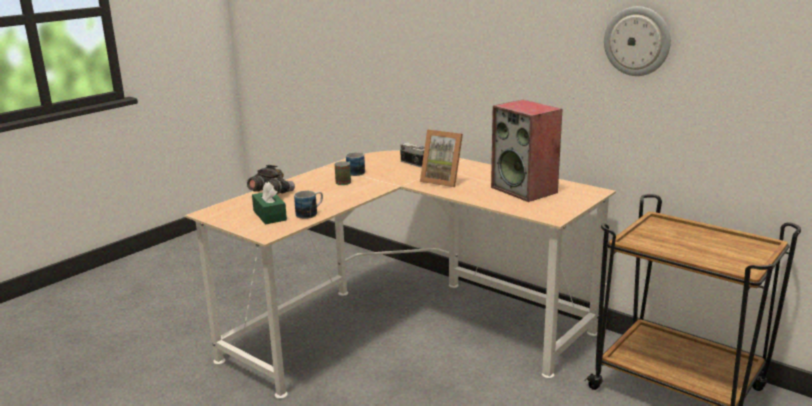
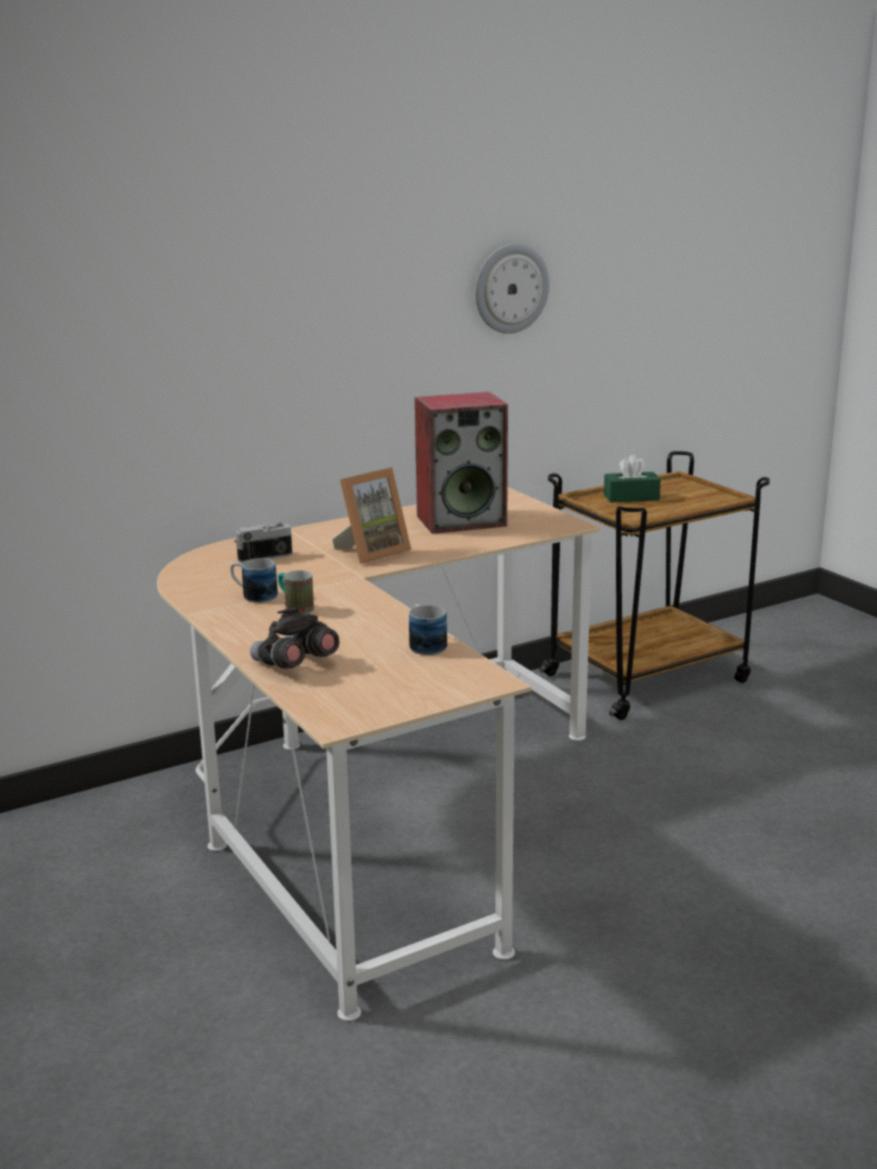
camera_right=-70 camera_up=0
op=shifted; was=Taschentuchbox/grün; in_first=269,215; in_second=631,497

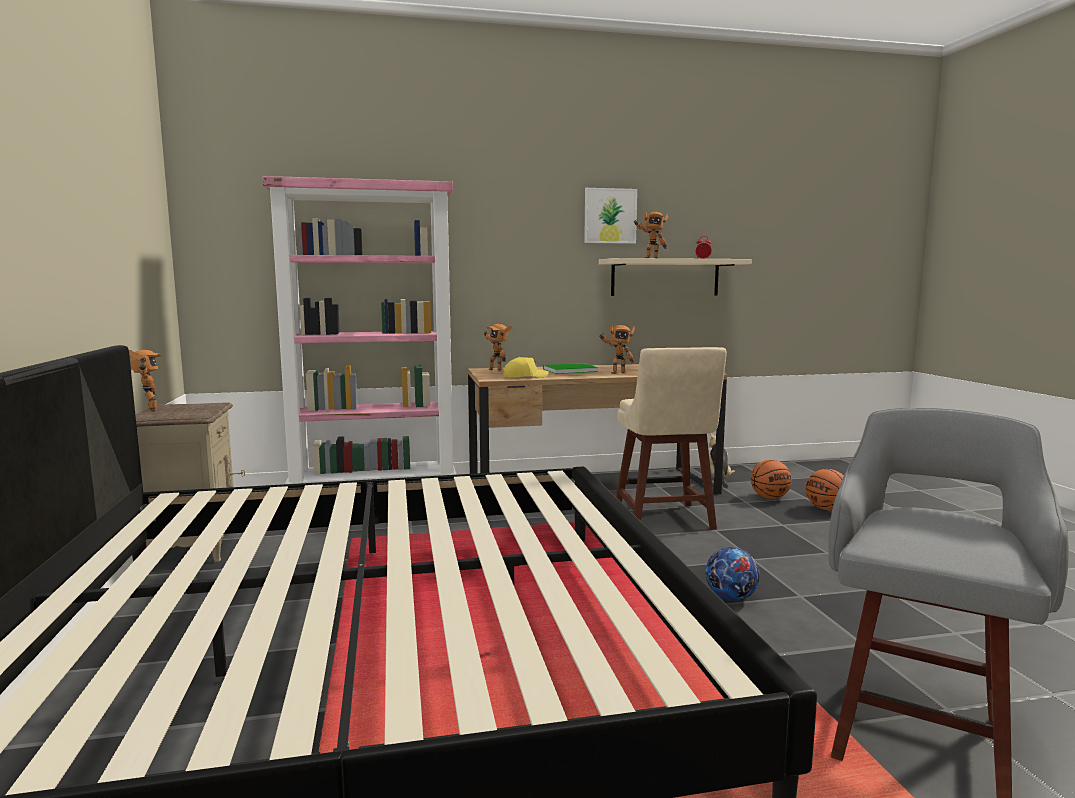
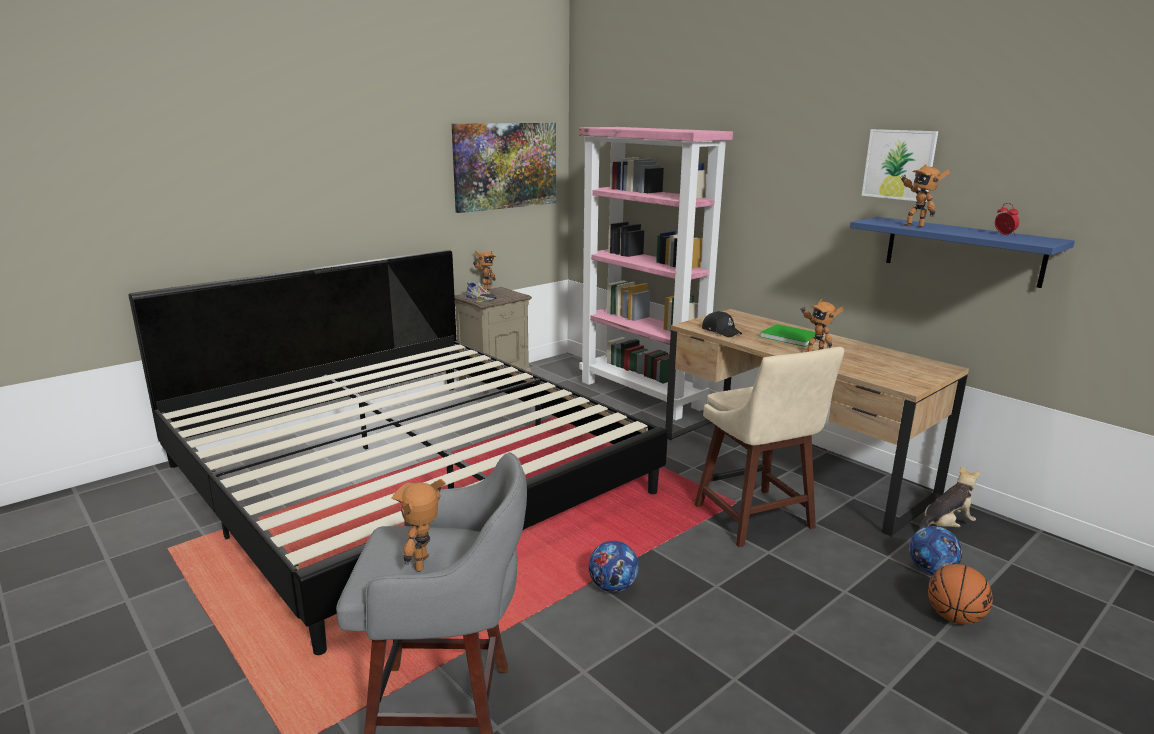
camera_right=60 camera_up=10
op=new; now=Bild; in_second=505,166
op=new; now=Schuh; in_second=481,298
op=shifted; was=Spielzeugroboter; in_first=496,369; in_second=426,564
op=swapped; was=Basketball; now=Fußball; in_first=769,497; in_second=931,570
op=repainted; was=Kappe/gelb; now=Kappe/schwarz; in_first=524,376; in_second=721,331
op=repainted; was=Wandregal/beige; now=Wandregal/blau; in_first=665,277; in_second=963,251
op=rotated; was=Stuhl/beige; in_first=664,520; in_second=756,520; clockwise=-75

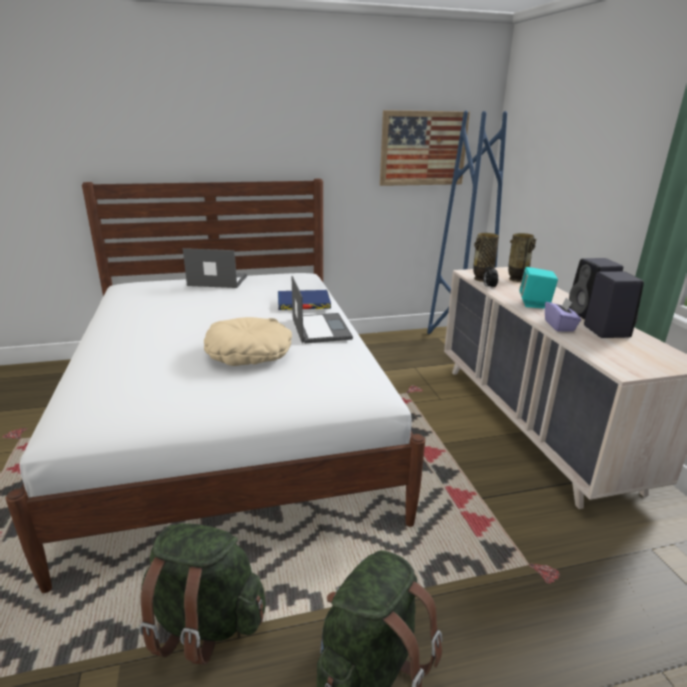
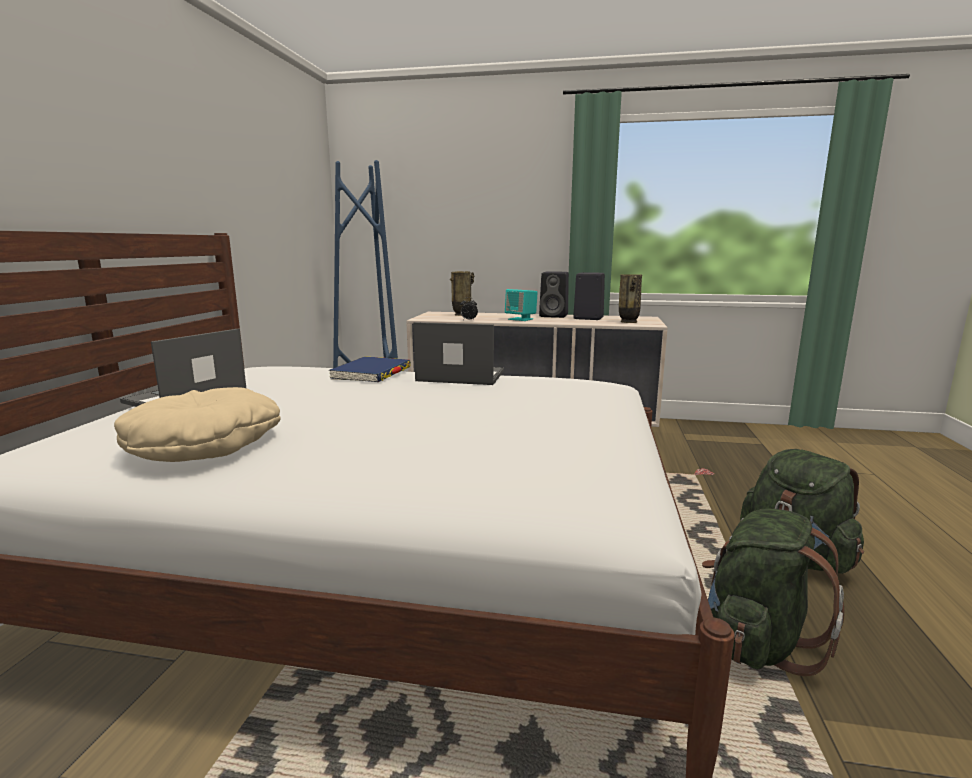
camera_right=-65 camera_up=-10
op=gone; was=Bild; in_first=423,148
op=gone; was=Taschentuchbox/lila; in_first=559,326
op=shifted; was=Kissen/beige; in_first=249,352; in_second=202,445
op=shifted; was=Vase; in_first=481,279; in_second=628,322

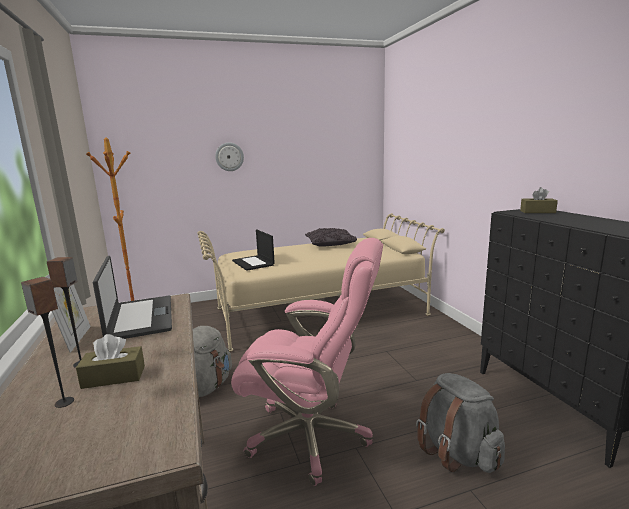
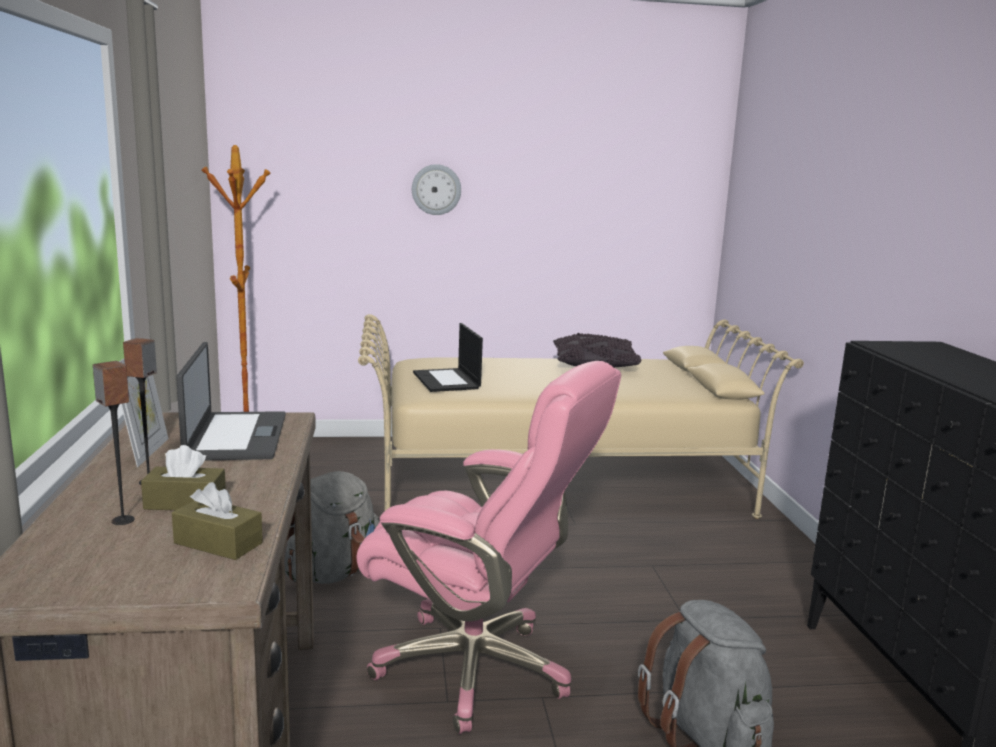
camera_right=10 camera_up=0
op=shifted; was=Taschentuchbox/braun; in_first=537,212; in_second=218,543

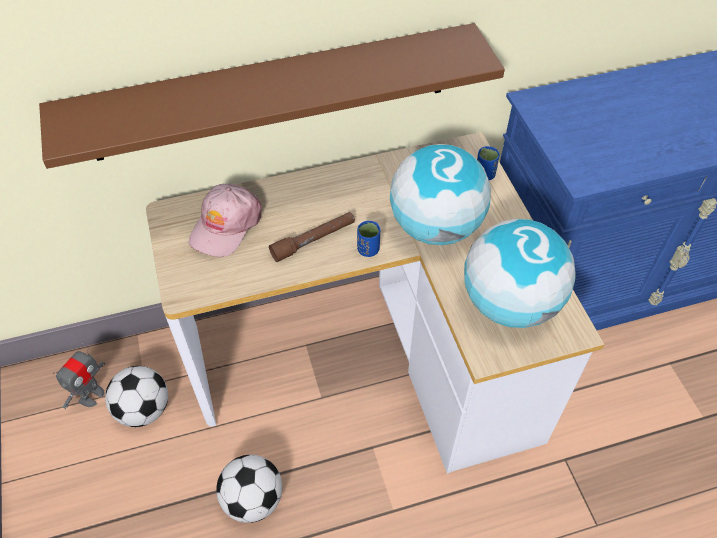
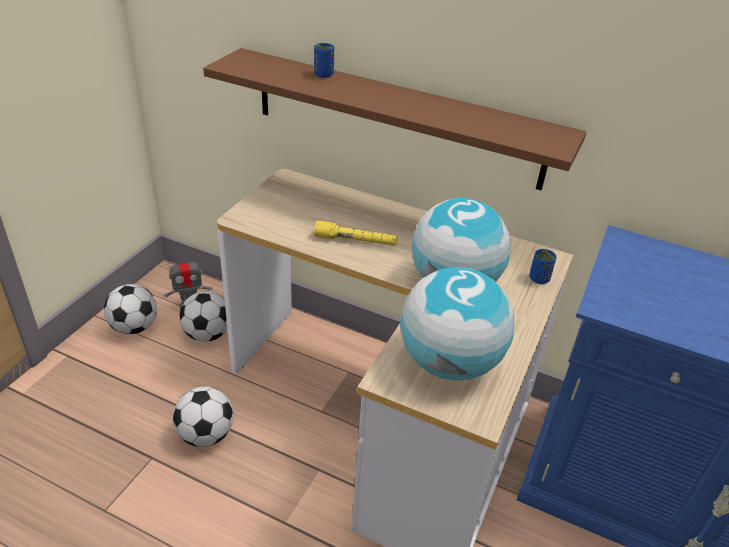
camera_right=40 camera_up=-15
op=gone; was=Kappe/rosa; in_first=225,225
op=new; now=Fußball; in_second=134,327
op=shifted; was=Tasse/blau; in_first=368,249; in_second=323,74
op=repainted; was=Taschenlampe/braun; now=Taschenlampe/gelb; in_first=314,240; in_second=355,241

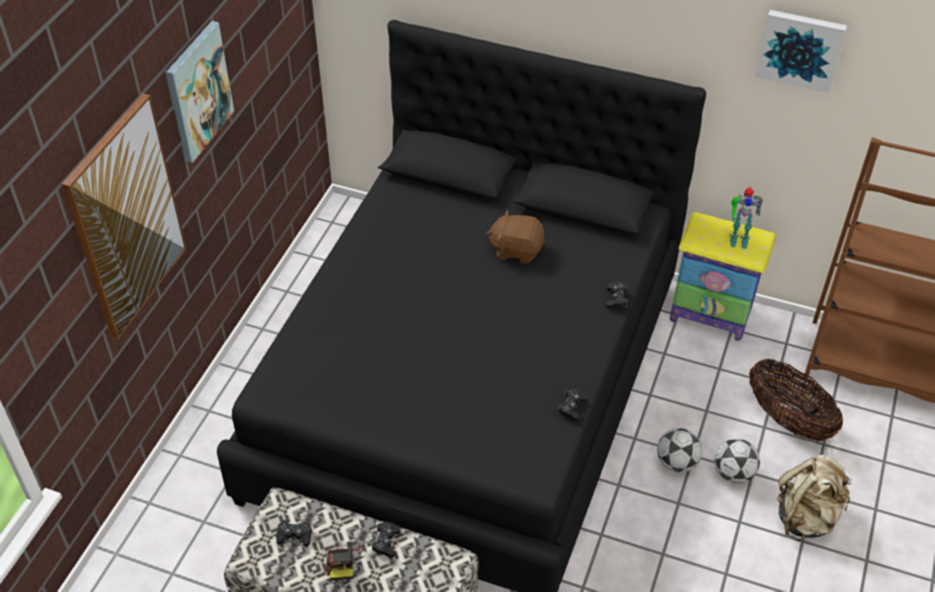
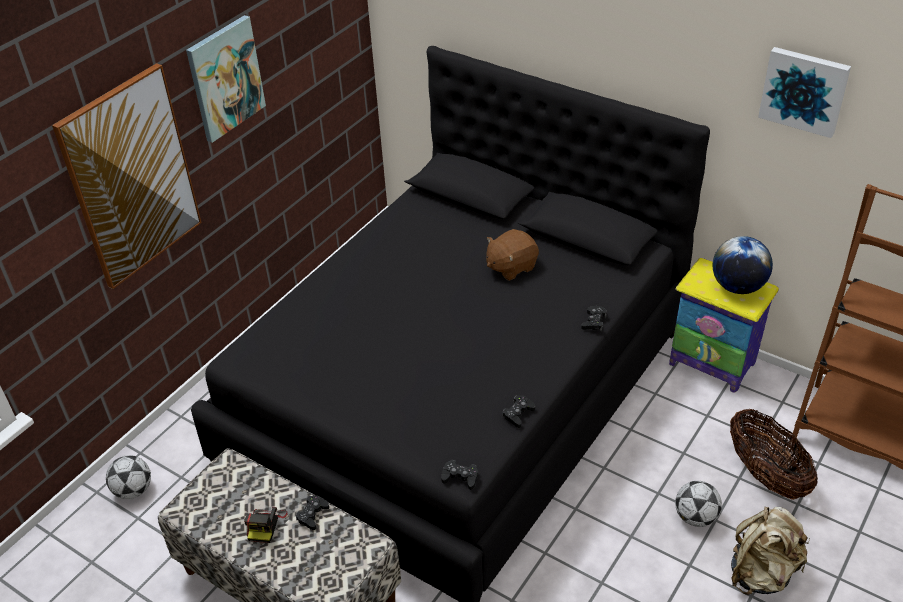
camera_right=15 camera_up=-5
op=shifted; was=Gamepad/schwarz; in_first=294,535; in_second=460,477
op=shifted; was=Fußball; in_first=676,463; in_second=133,490
op=swapped; was=Spielzeugroboter; now=Globus; in_first=738,239; in_second=737,287
op=rotated; was=Plüschtier/braun; in_first=516,250; in_second=511,267; clockwise=-60

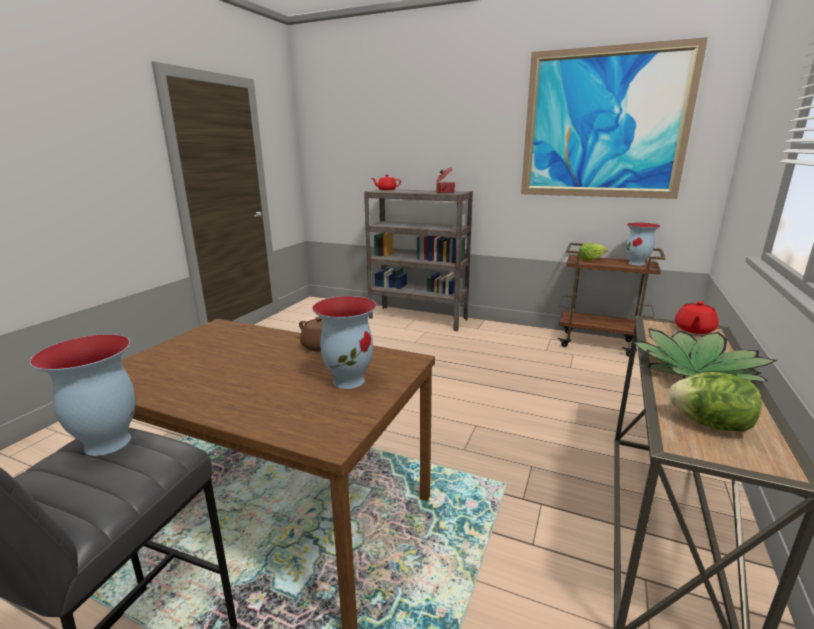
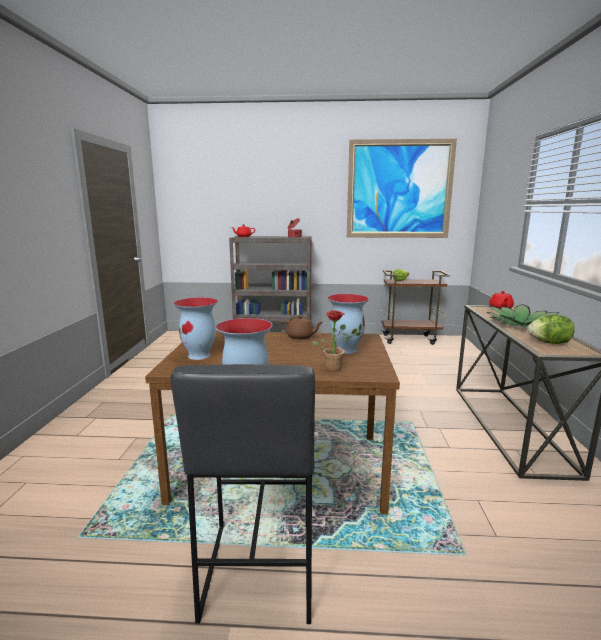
camera_right=-20 camera_up=-5
op=new; now=Topfpflanze; in_second=333,367
op=shifted; was=Vase; in_first=637,263; in_second=200,355

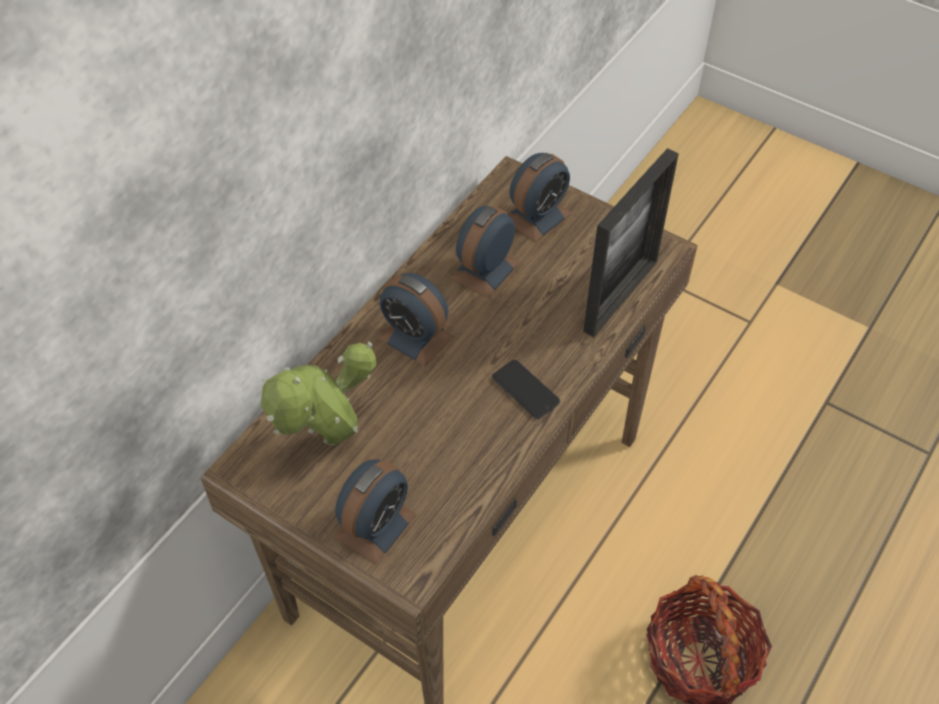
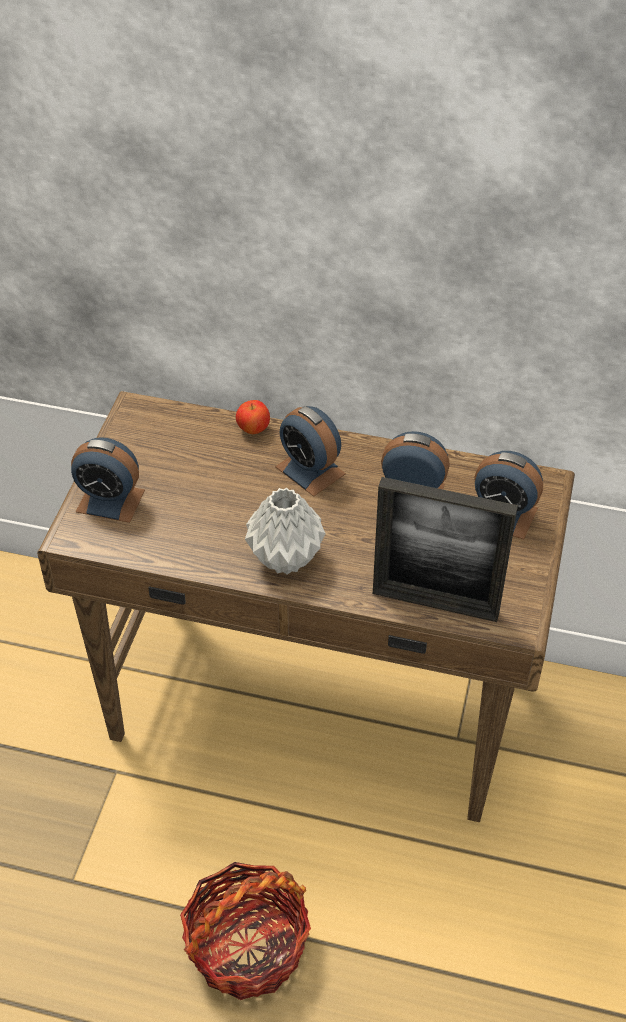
camera_right=70 camera_up=-5
op=gone; was=Topfpflanze; in_first=328,443
op=new; now=Apfel; in_second=253,429
op=swapped; was=Handy; now=Vase/grau; in_first=525,390; in_second=286,559
op=rotated; was=Wecker; in_first=415,337; in_second=310,470; clockwise=-60

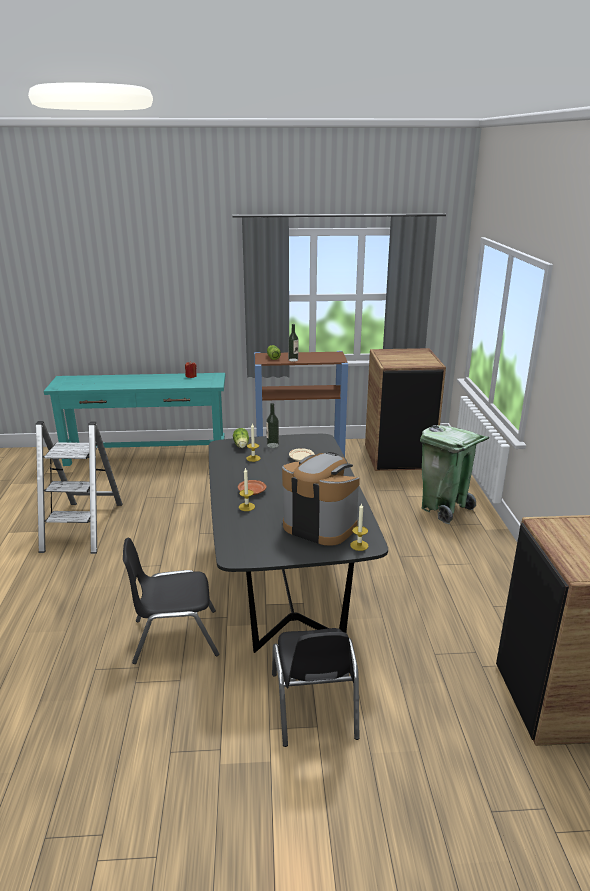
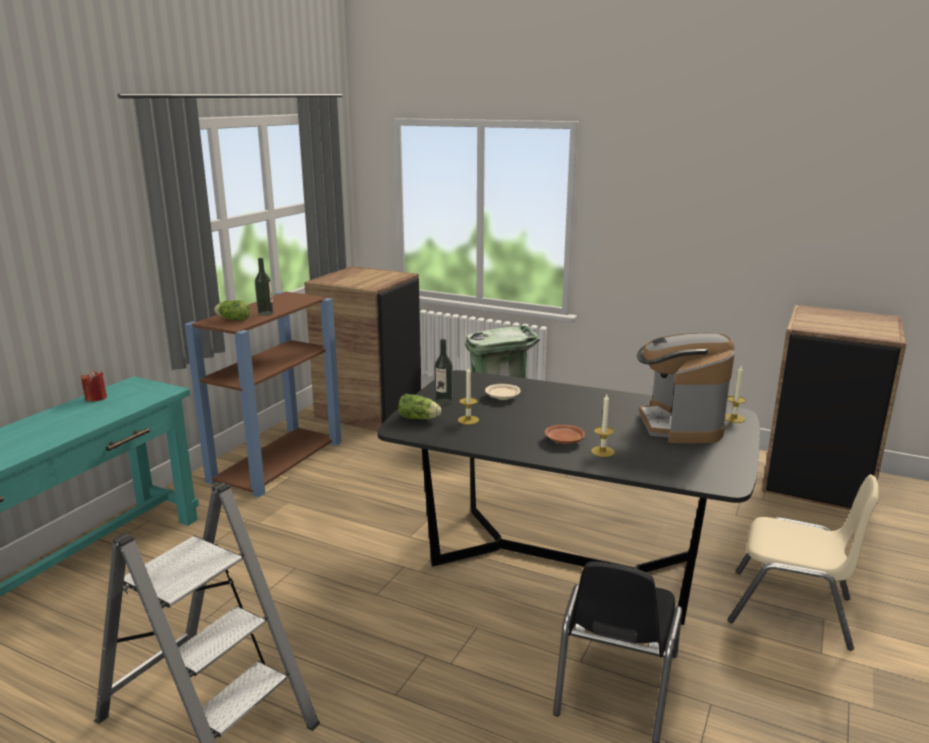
camera_right=-60 camera_up=-5
op=repainted; was=Stuhl/schwarz; now=Stuhl/beige; in_first=314,705; in_second=791,610
op=rotated; was=Kaffeemaschine; in_first=319,525; in_second=679,425; clockwise=-60

